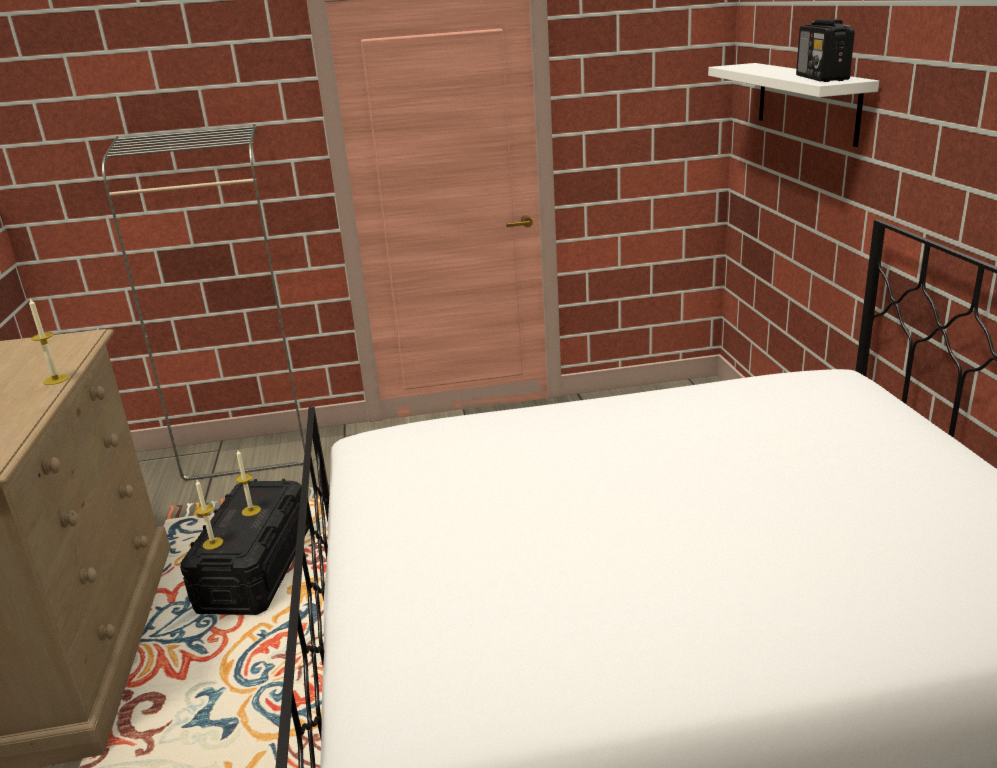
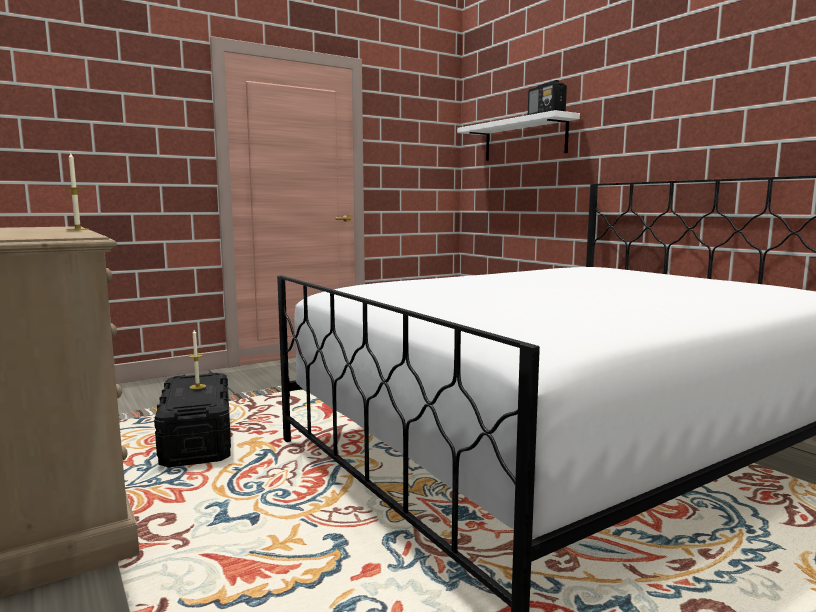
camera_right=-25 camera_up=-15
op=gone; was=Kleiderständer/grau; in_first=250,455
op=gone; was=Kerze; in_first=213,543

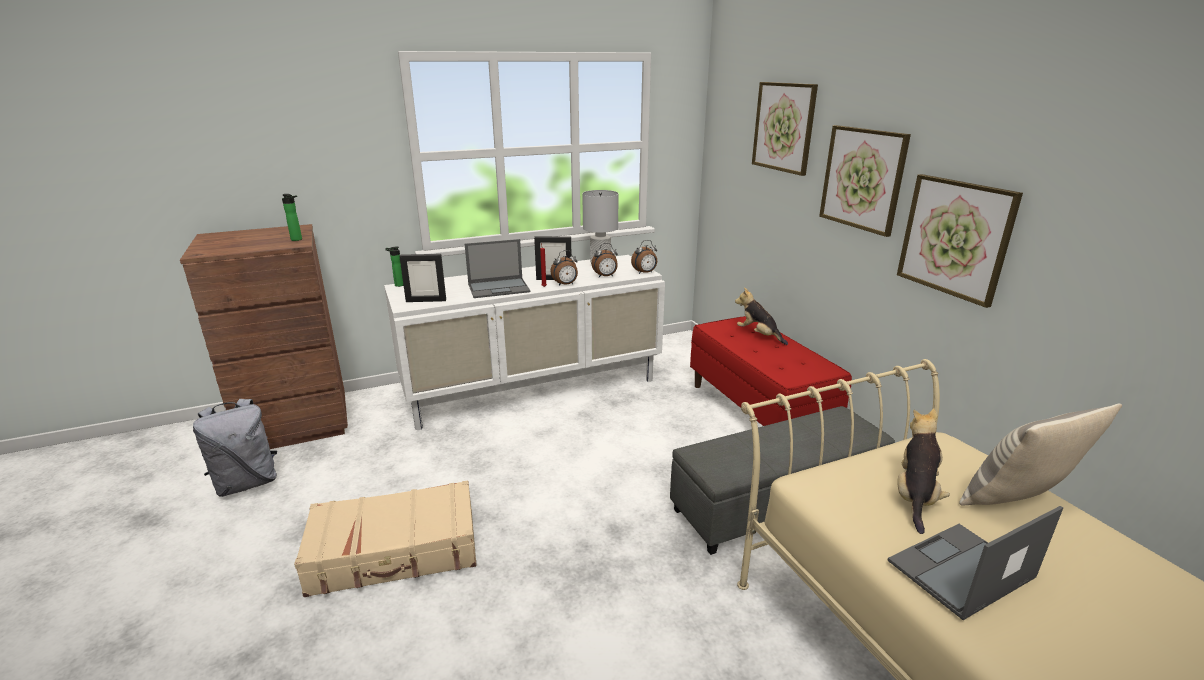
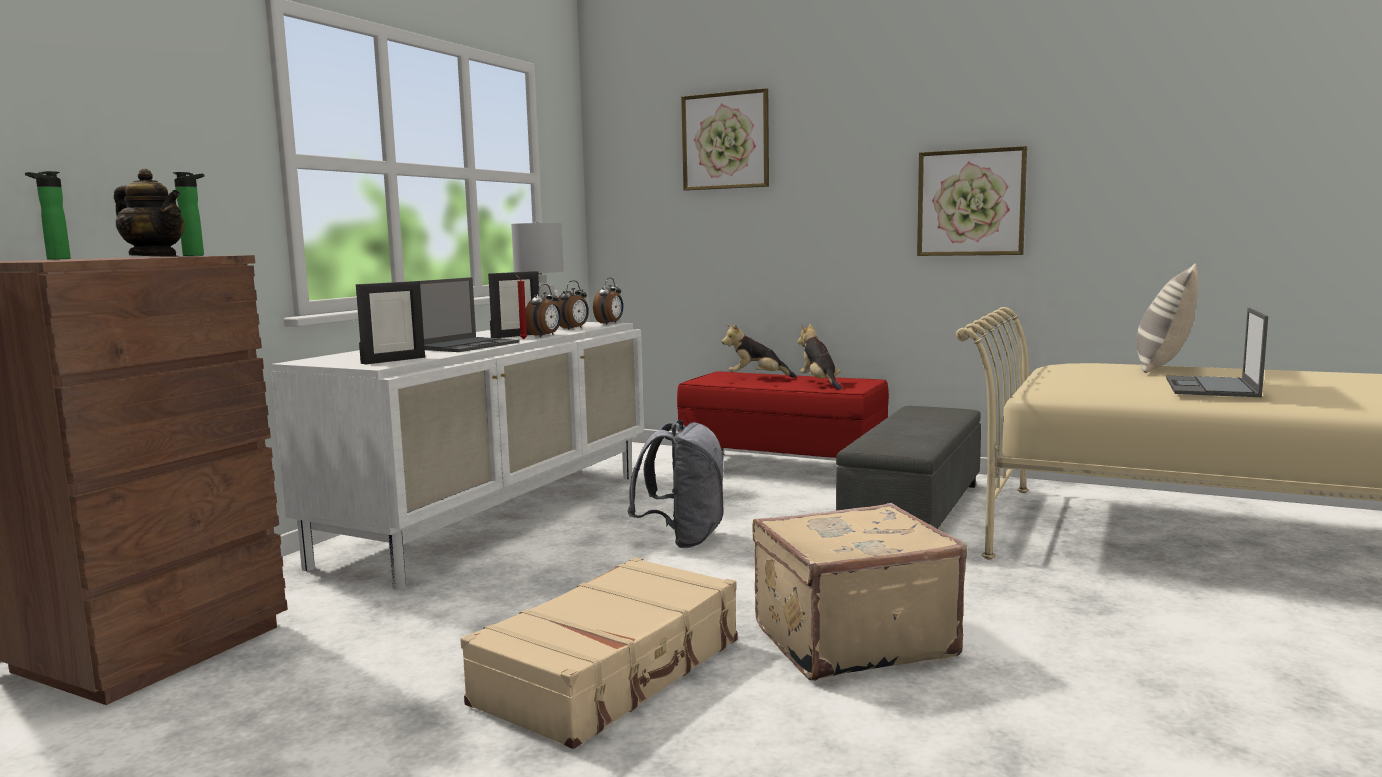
camera_right=-40 camera_up=-15
op=gone; was=Bild; in_first=862,179
op=new; now=Teekanne; in_second=154,257
op=new; now=Koffer/beige; in_second=850,639
op=shifted; was=Rucksack/grau; in_first=247,483; in_second=683,539
op=shifted; was=Flasche; in_first=397,285; in_second=55,259
op=shifted; was=Plüschtier; in_first=915,496; in_second=820,383

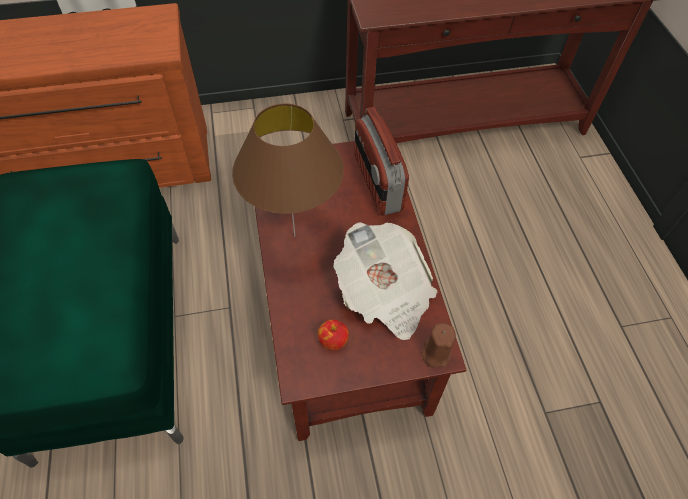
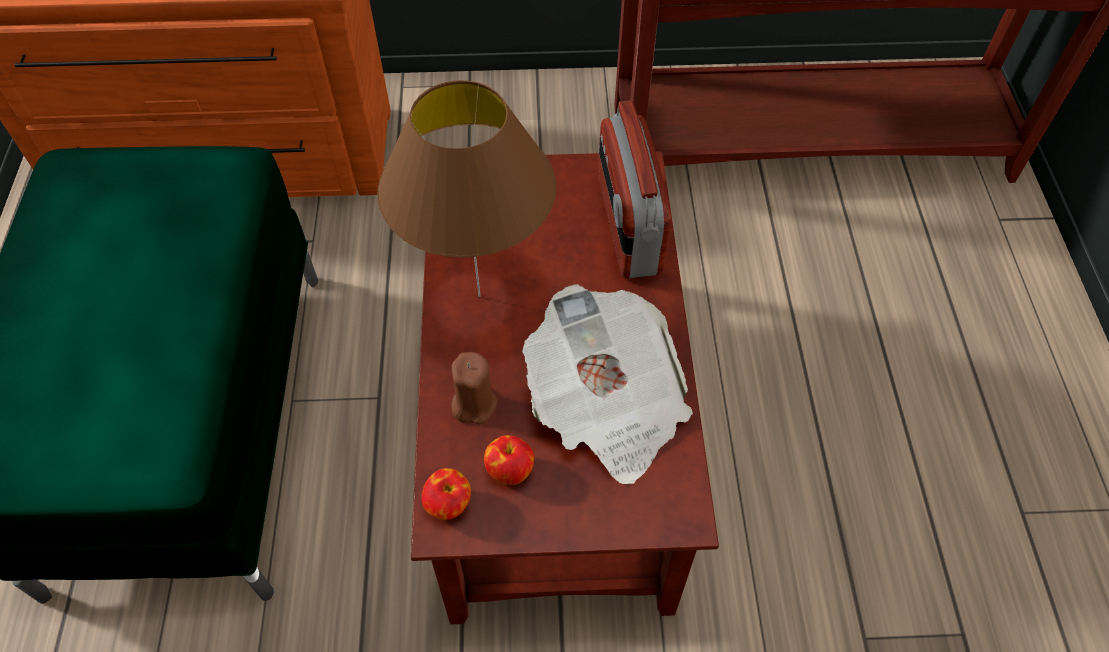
camera_right=10 camera_up=0
op=new; now=Apfel; in_second=448,504
op=shifted; was=Kerze/braun; in_first=435,353; in_second=474,404

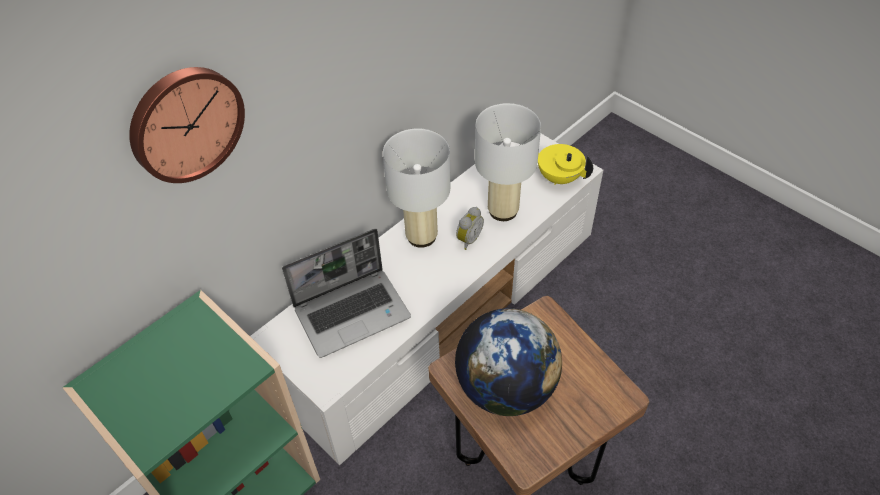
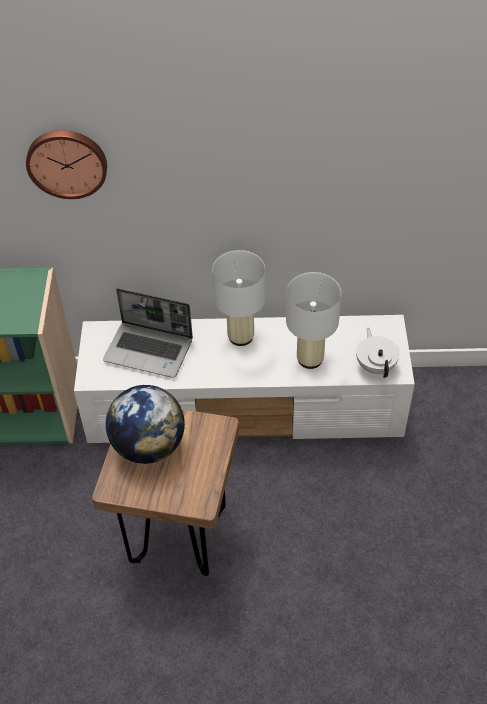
camera_right=45 camera_up=0
op=gone; was=Wecker; in_first=468,239
op=repainted; was=Teekanne/gelb; now=Teekanne/weiß; in_first=558,177; in_second=376,365

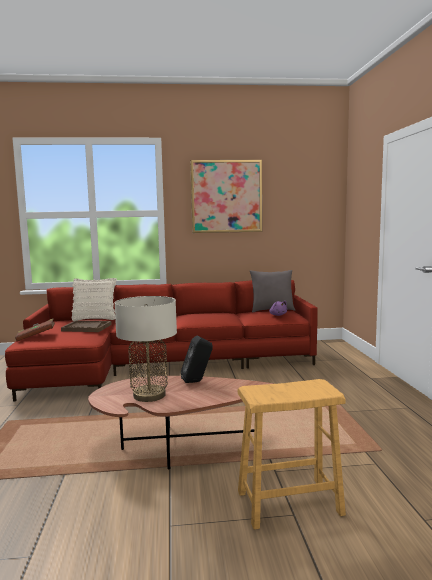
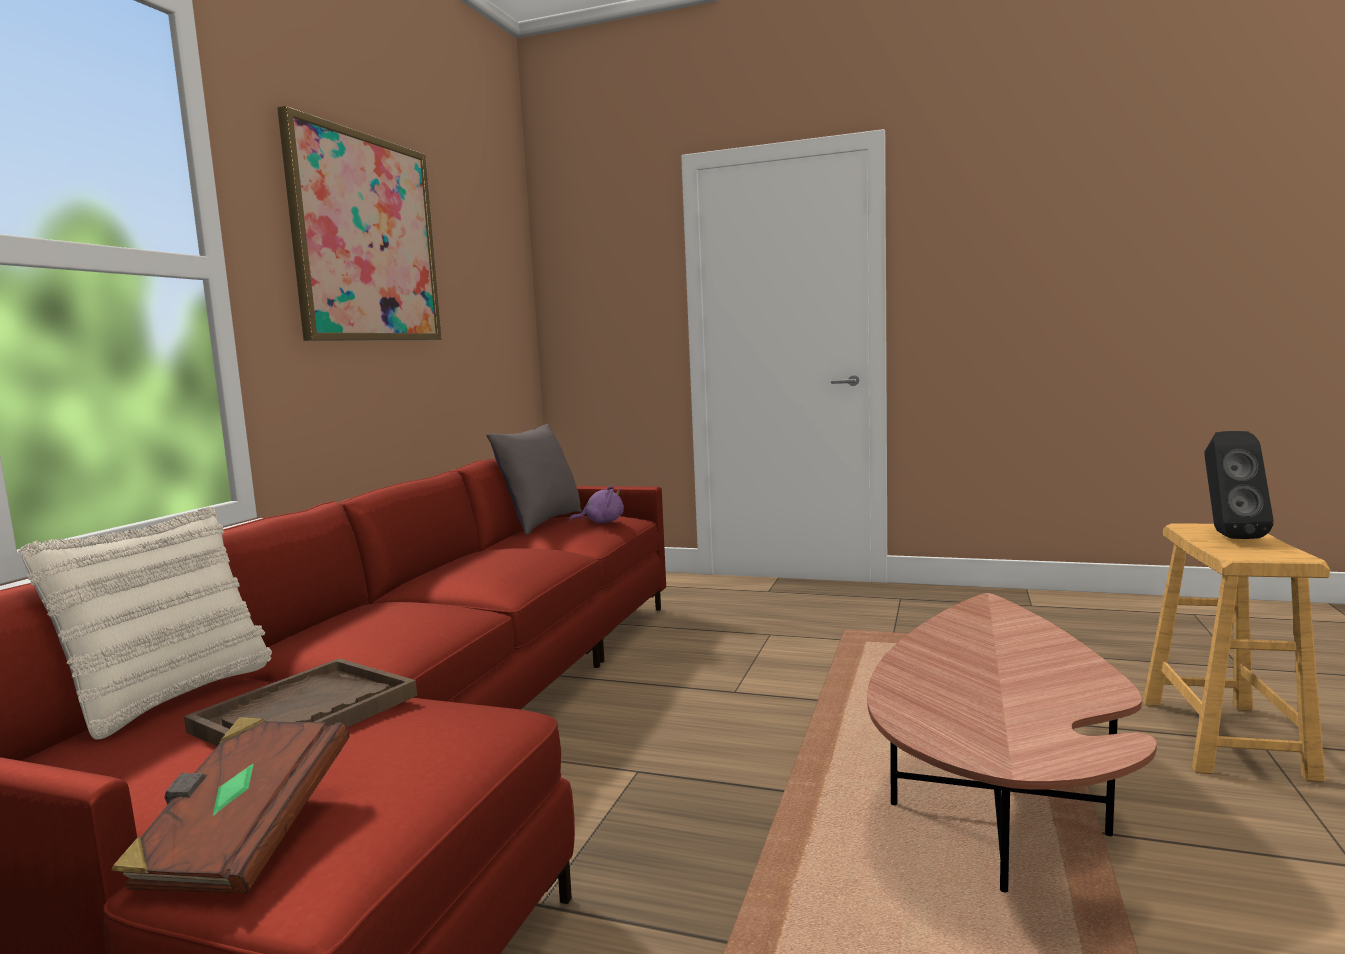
camera_right=-65 camera_up=0
op=gone; was=Tischlampe; in_first=149,395
op=shifted; was=Lautsprecher/schwarz; in_first=197,381; in_second=1228,536

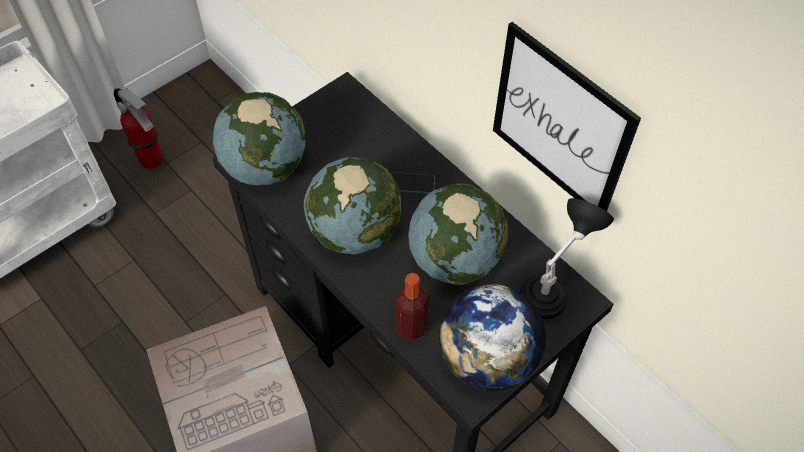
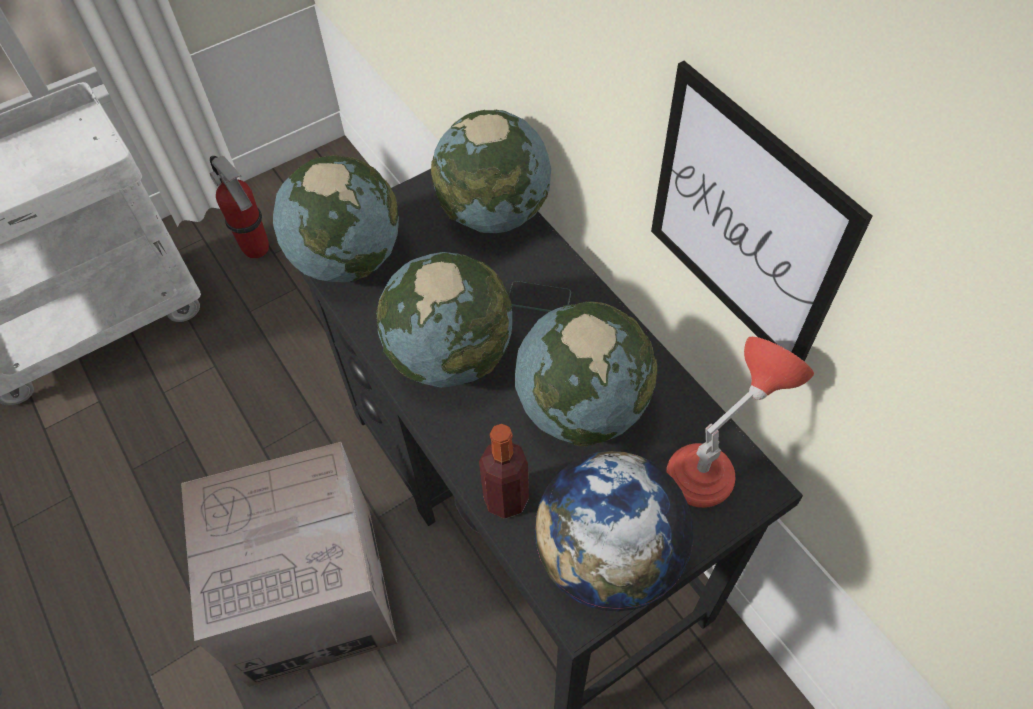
camera_right=10 camera_up=0
op=new; now=Globus; in_second=494,213
op=repainted; was=Tischlampe/schwarz; now=Tischlampe/rot; in_first=551,290; in_second=714,466

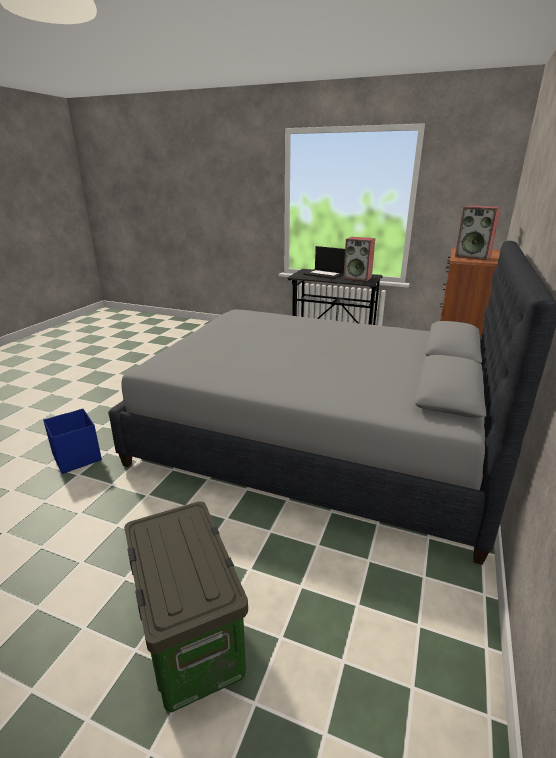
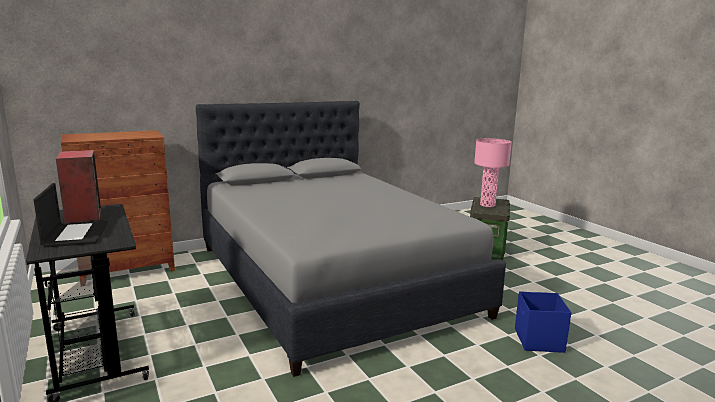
camera_right=-140 camera_up=-10
op=gone; was=Lautsprecher; in_first=473,256
op=new; now=Tischlampe/rosa; in_second=488,205

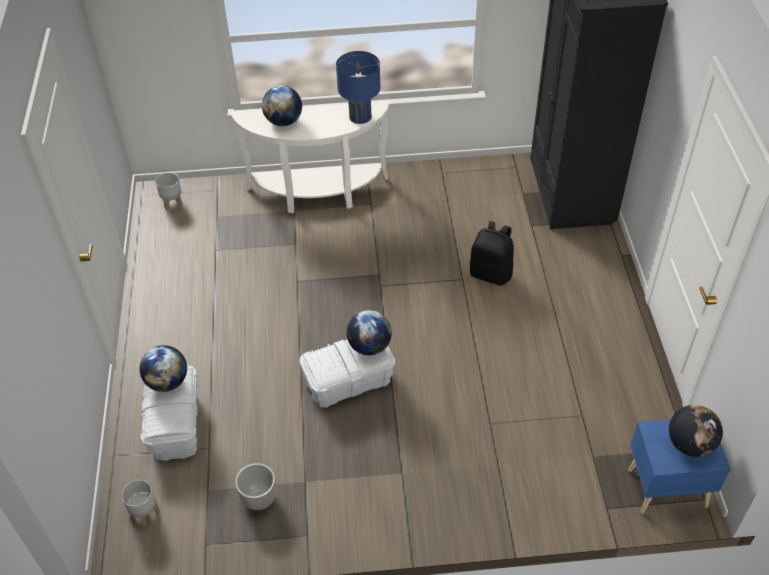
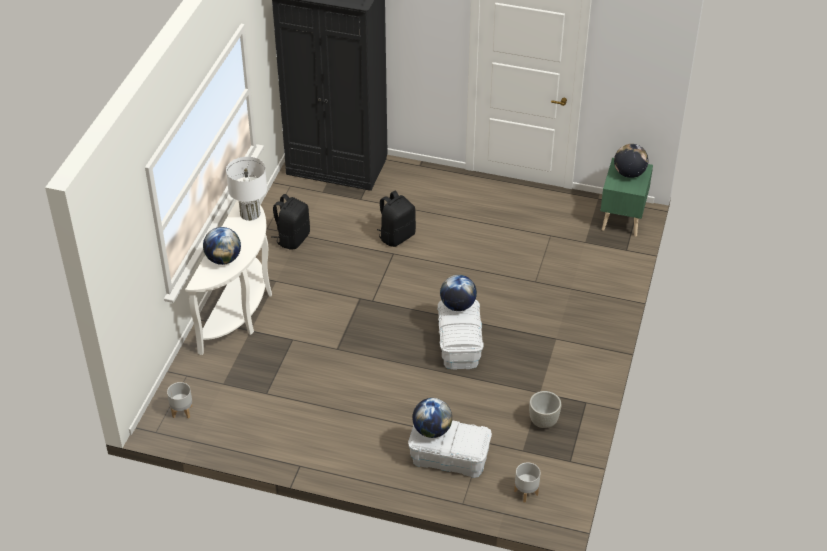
camera_right=-70 camera_up=-5
op=new; now=Rucksack/schwarz; in_second=292,239
op=repainted; was=Tischlampe/blau; now=Tischlampe/weiß; in_first=360,116; in_second=250,213
op=repainted; was=Nachttisch/blau; now=Nachttisch/grün; in_first=665,486; in_second=621,219

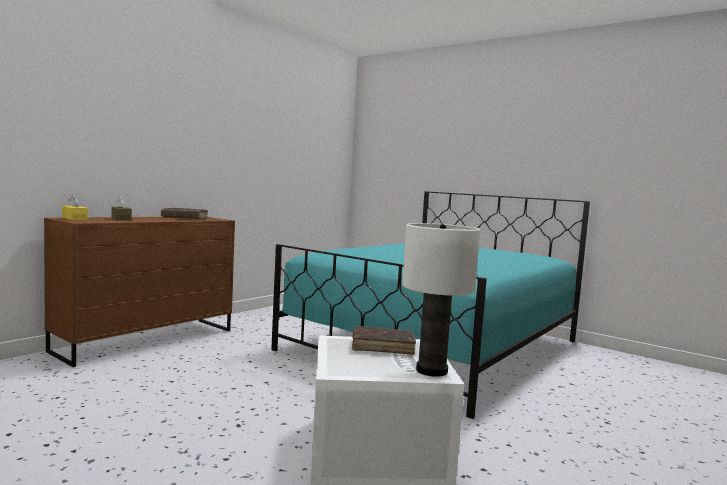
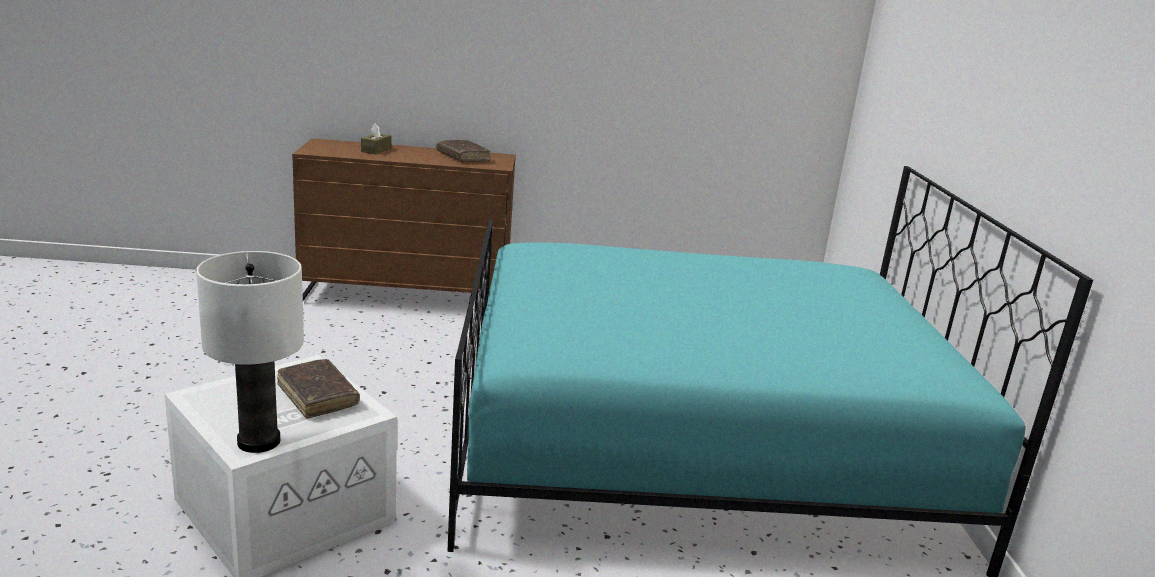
camera_right=50 camera_up=15
op=gone; was=Taschentuchbox/gelb; in_first=74,219

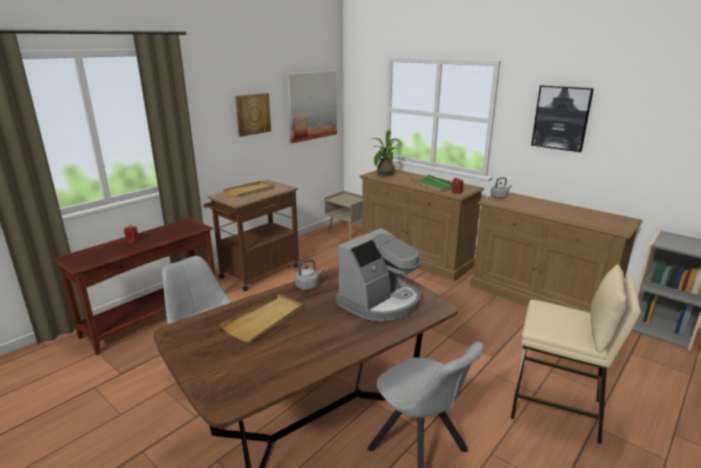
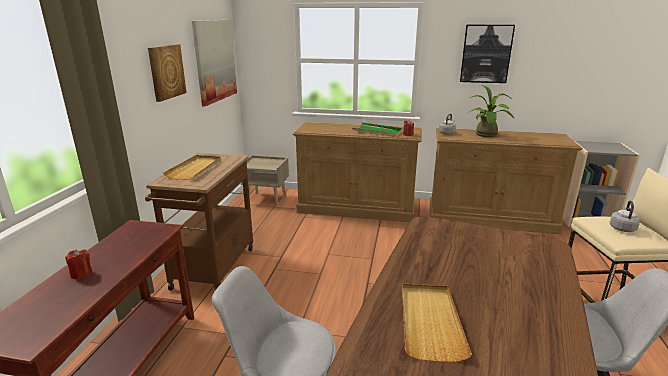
camera_right=-30 camera_up=0
op=gone; was=Kaffeemaschine; in_first=380,301
op=shifted; was=Wasserkessel/grau; in_first=308,286; in_second=622,228
op=shifted; was=Topfpflanze; in_first=384,174; in_second=487,135

